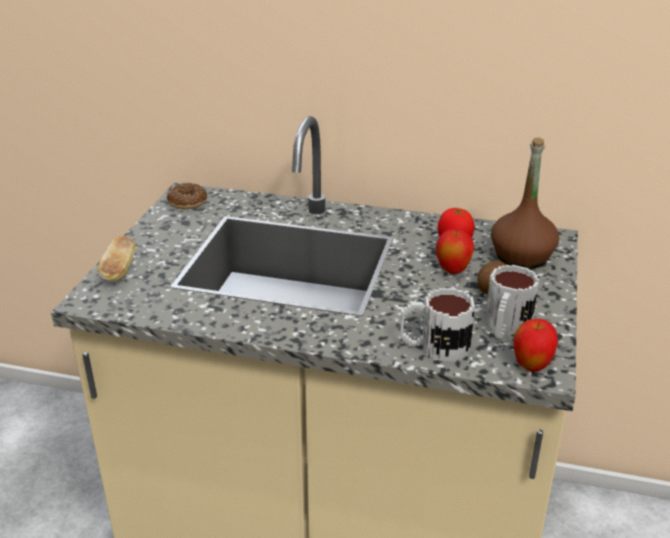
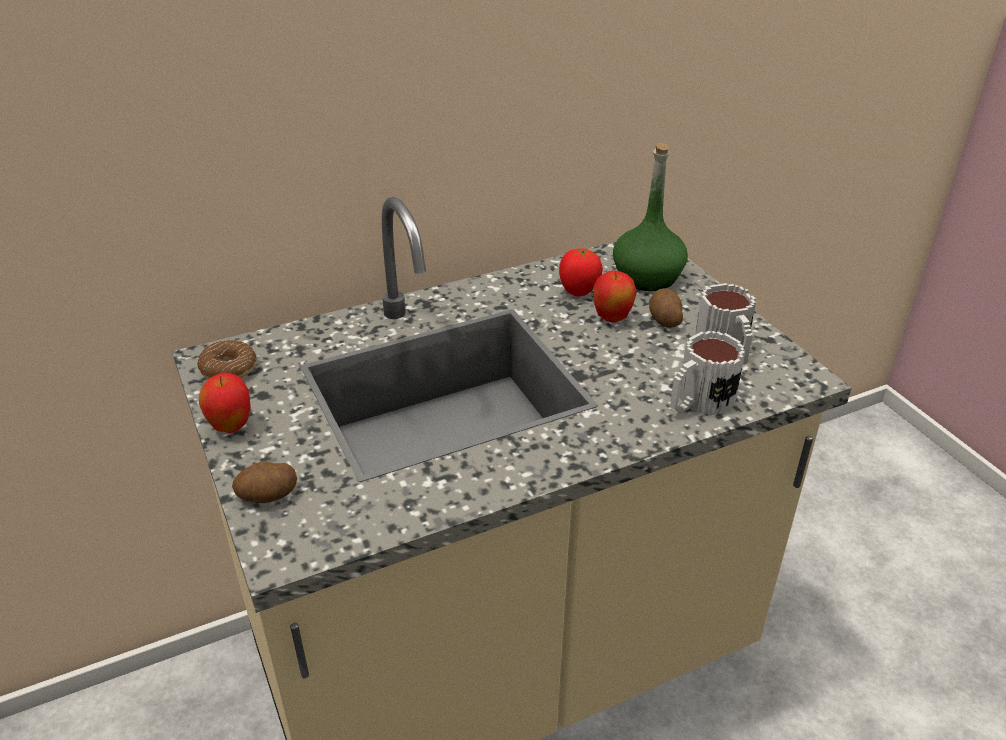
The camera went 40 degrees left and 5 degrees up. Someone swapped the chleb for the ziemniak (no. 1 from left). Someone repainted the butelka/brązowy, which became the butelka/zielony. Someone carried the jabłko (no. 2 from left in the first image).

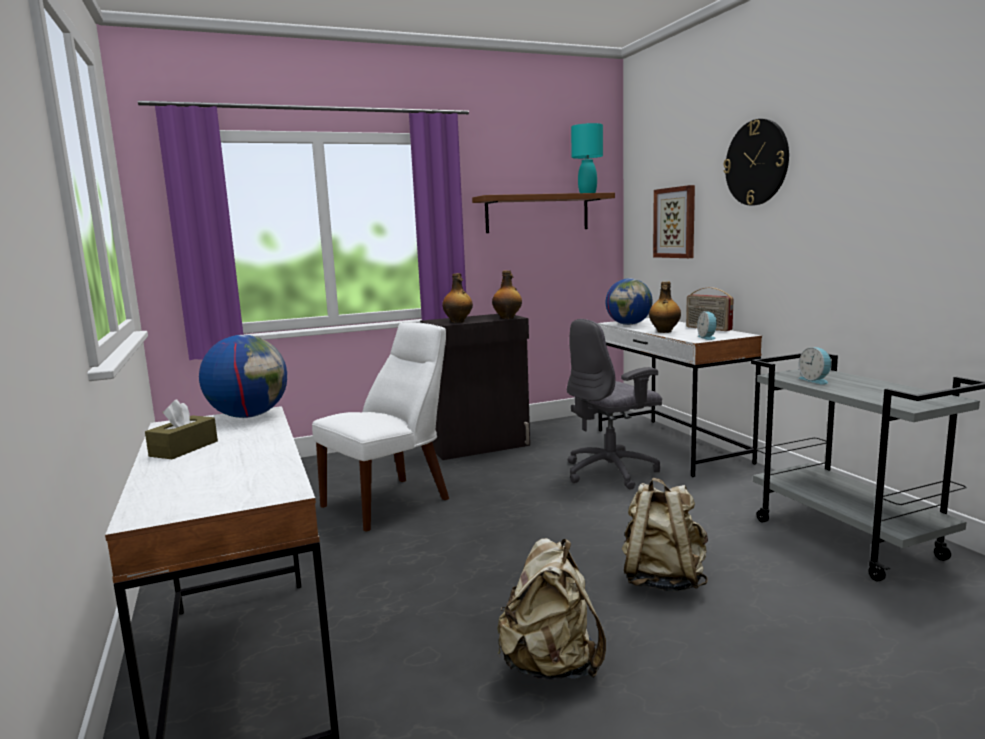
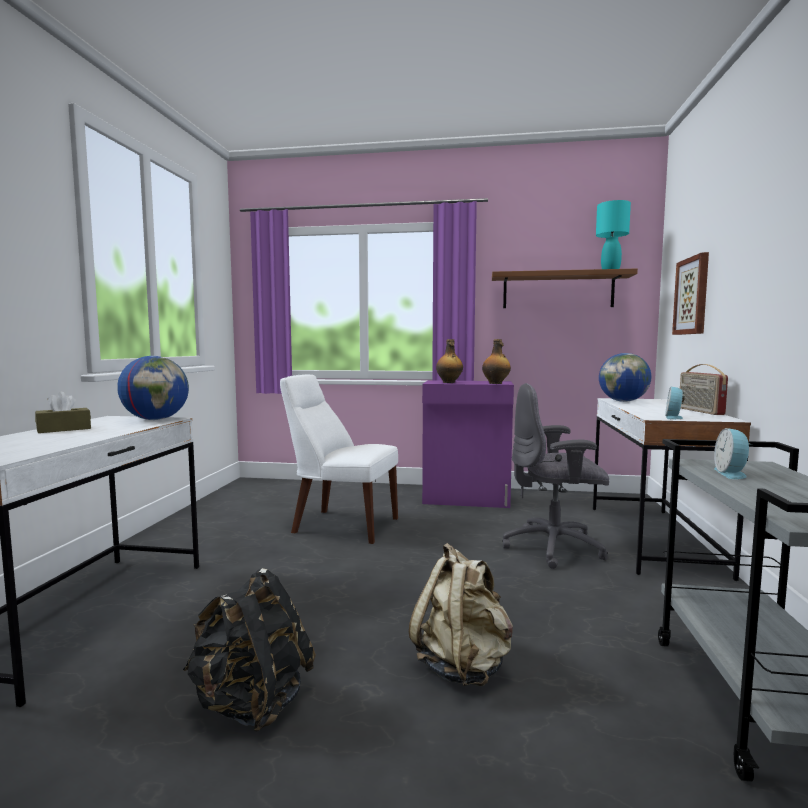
The camera went 30 degrees right and 5 degrees down. Someone rotated the krzesło/biały by 150 degrees counterclockwise. Someone repainted the szafka/czarny, which became the szafka/fioletowy. Someone repainted the plecak/beżowy (no. 1 from left), which became the plecak/czarny. Someone took away the butelka (no. 3 from left). Someone took away the zegar ścienny.

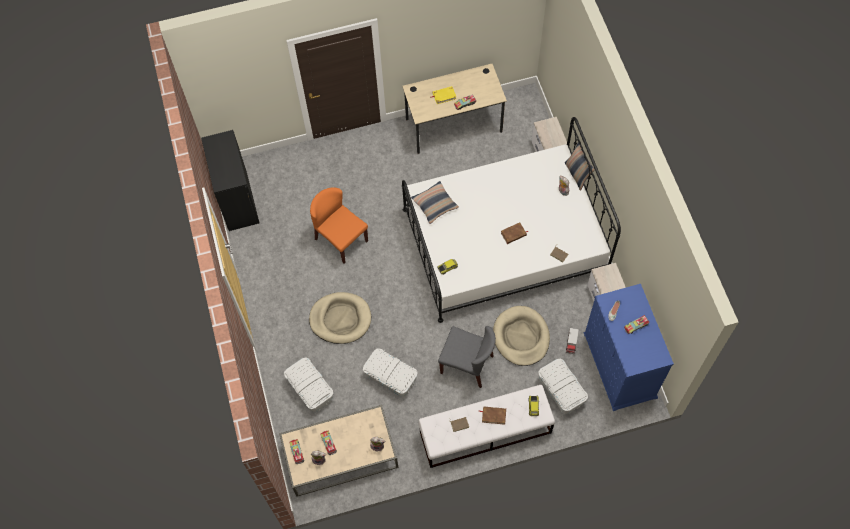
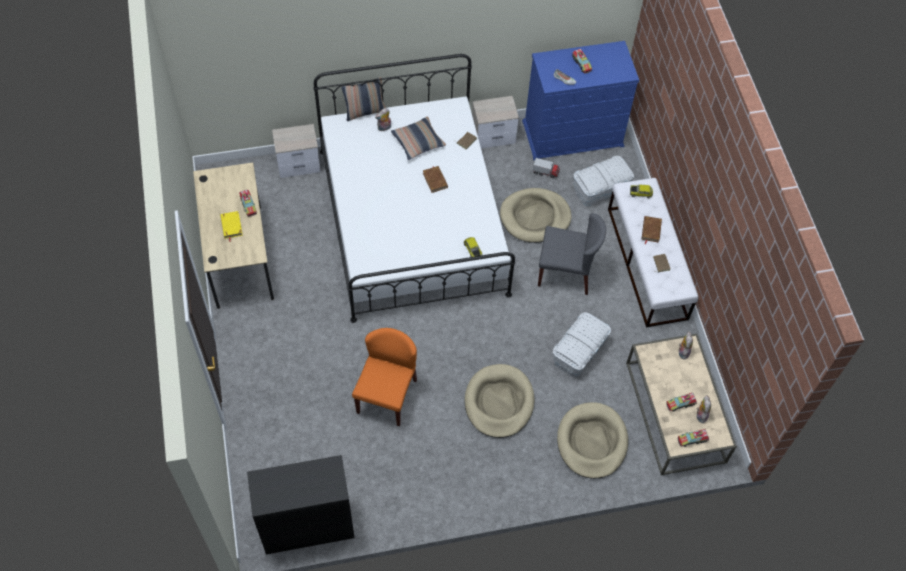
The camera went 90 degrees left and 5 degrees down. Someone swapped the pojemnik do przechowywania/biały (no. 1 from left) for the legowisko/beżowy (no. 3 from left). Someone rotated the krzesło/pomarańczowy by 150 degrees clockwise. Someone carried the poduszka (no. 1 from left in the first image). Someone rotated the krzesło/szary by 75 degrees clockwise.

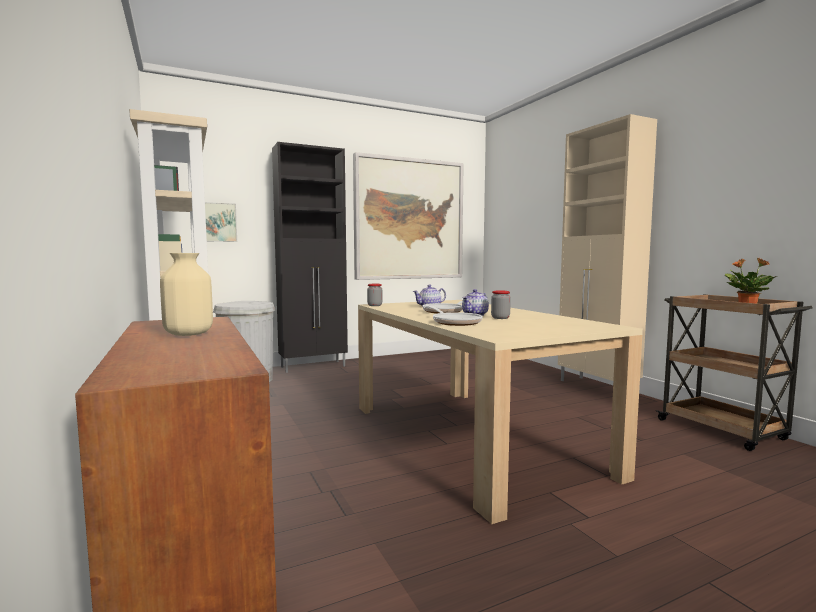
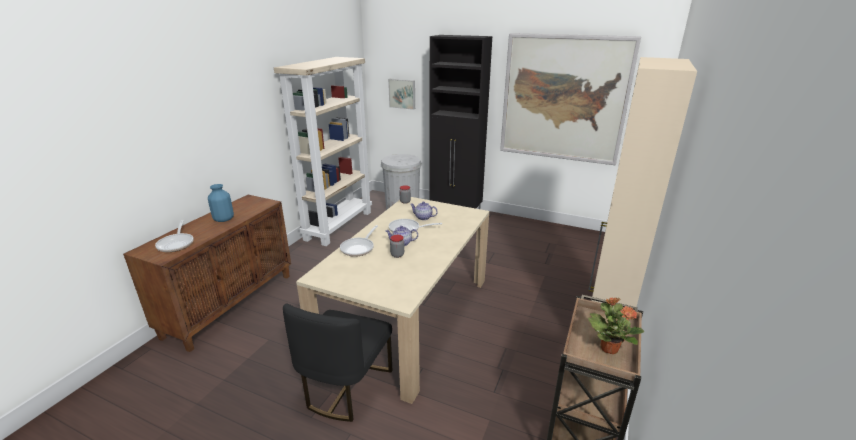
The camera went 50 degrees right and 20 degrees up. Someone repainted the wazon/beżowy, which became the wazon/niebieski. Someone put down the patelnia (no. 1 from left). Someone put down the krzesło/czarny.

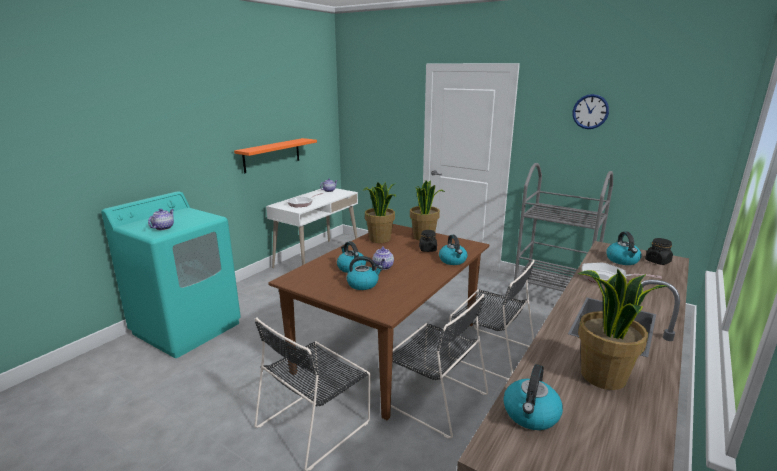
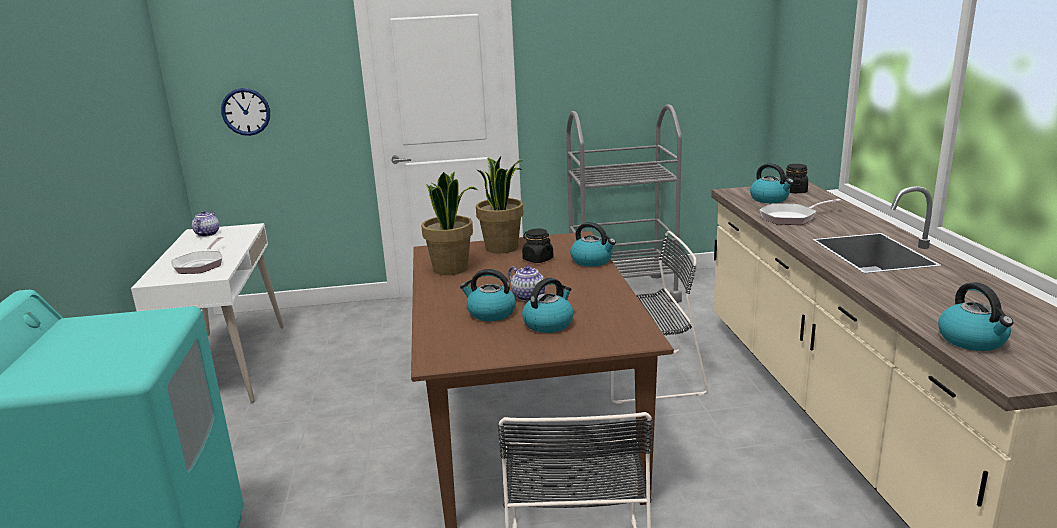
The camera went 40 degrees left and 0 degrees up. Someone took away the imbryk (no. 1 from left). Someone took away the półka/pomarańczowy. Someone took away the krzesło/czarny (no. 2 from left). Someone carried the zegar ścienny. Someone took away the roślina doniczkowa (no. 3 from left).

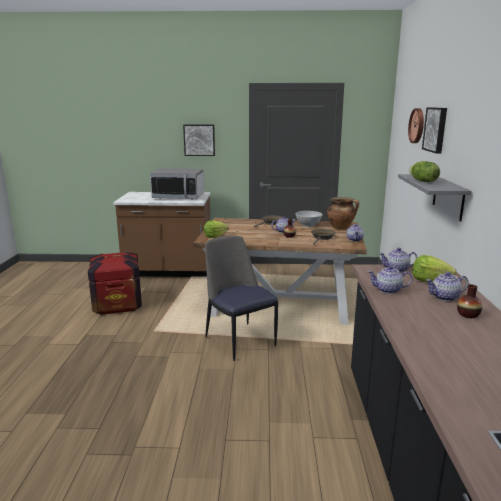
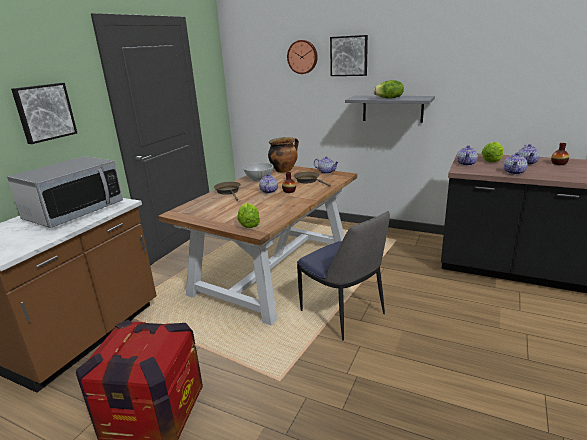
The camera went 65 degrees left and 5 degrees up. Someone rotated the krzesło by 120 degrees counterclockwise.

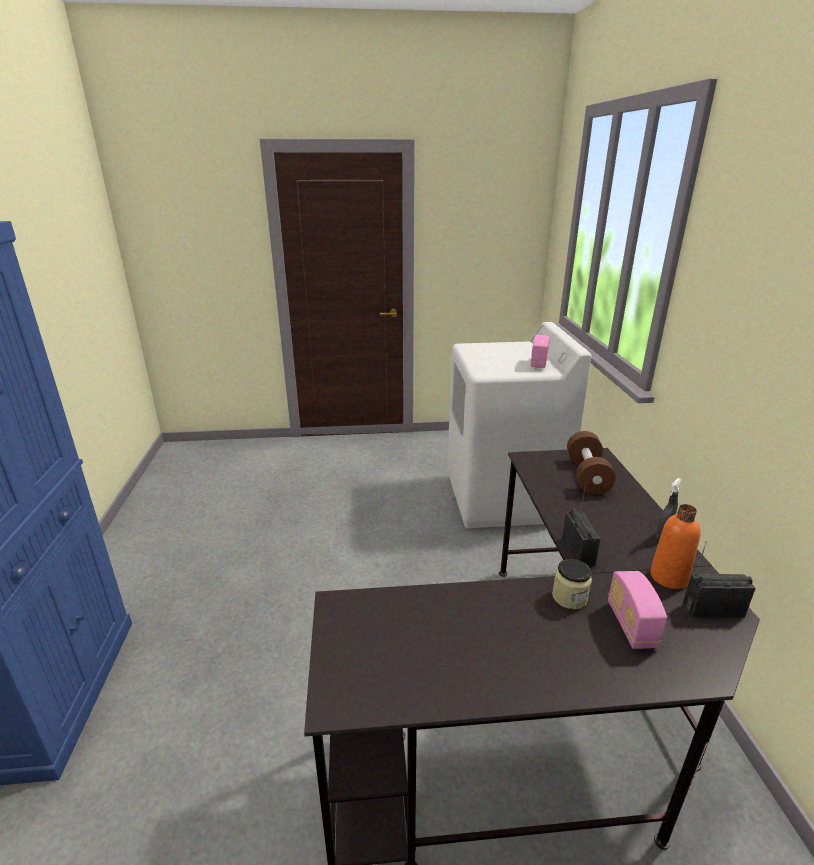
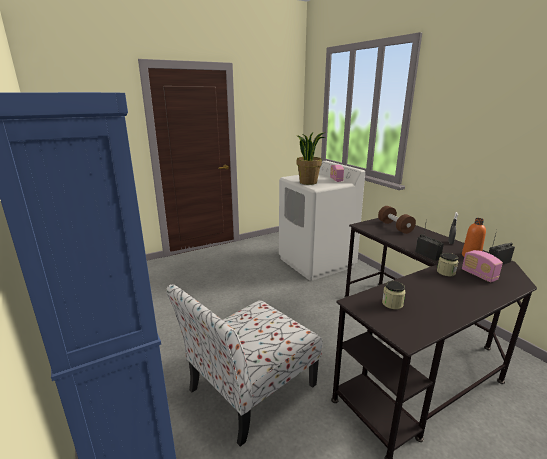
The camera went 25 degrees left and 5 degrees down. Someone put down the krzesło. Someone put down the roślina doniczkowa. Someone put down the słoik (no. 1 from left).

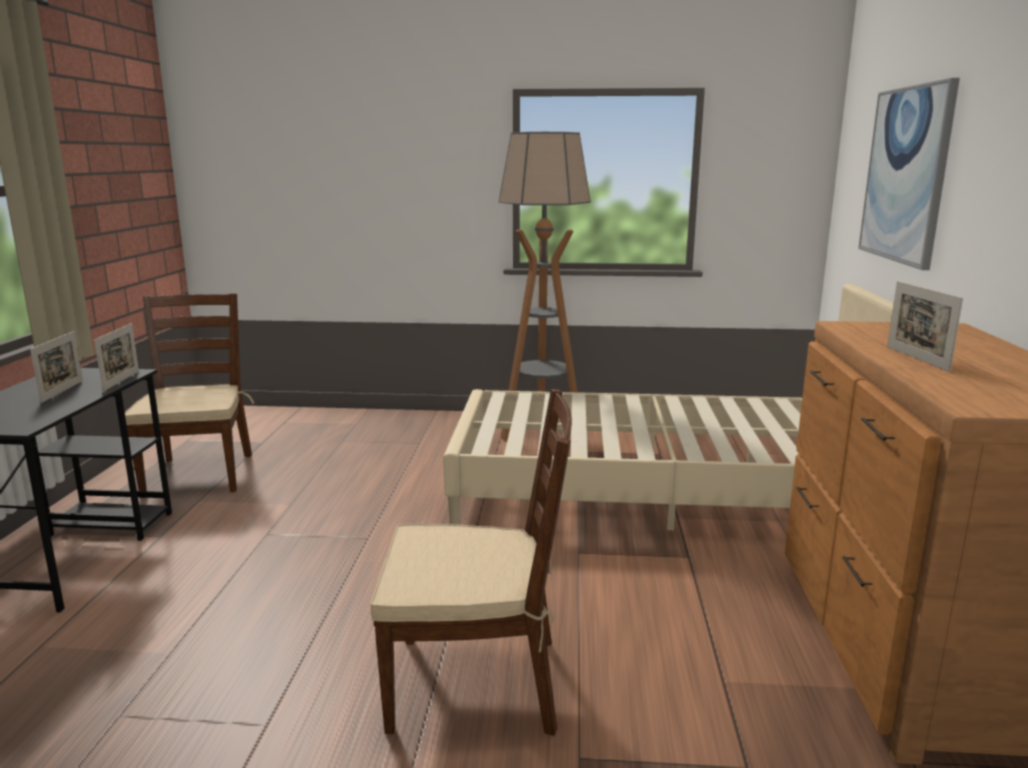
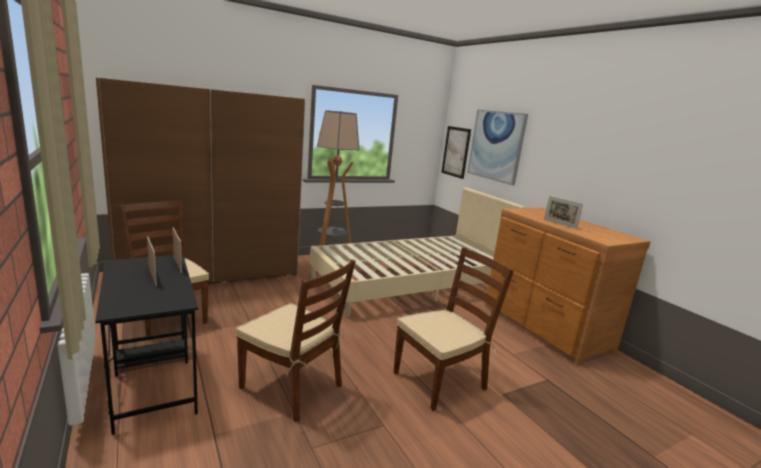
The camera went 35 degrees left and 0 degrees up. Someone put down the szafa/brązowy. Someone put down the krzesło/brązowy (no. 2 from left). Someone put up the obraz (no. 1 from left).

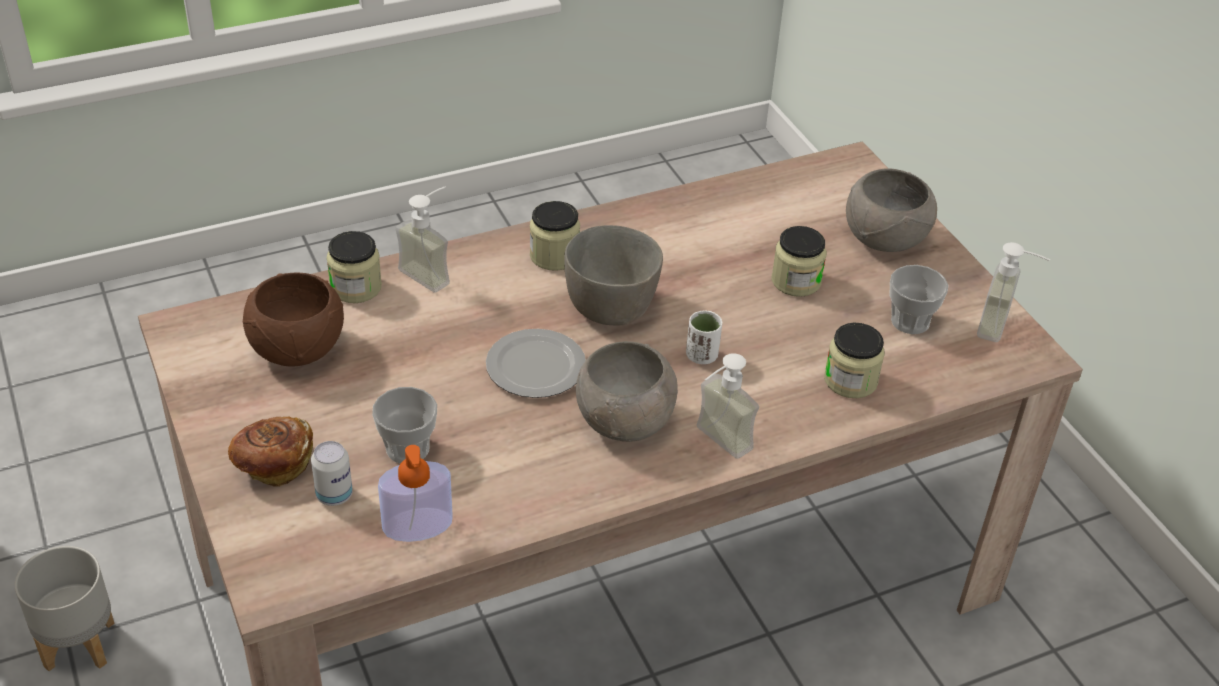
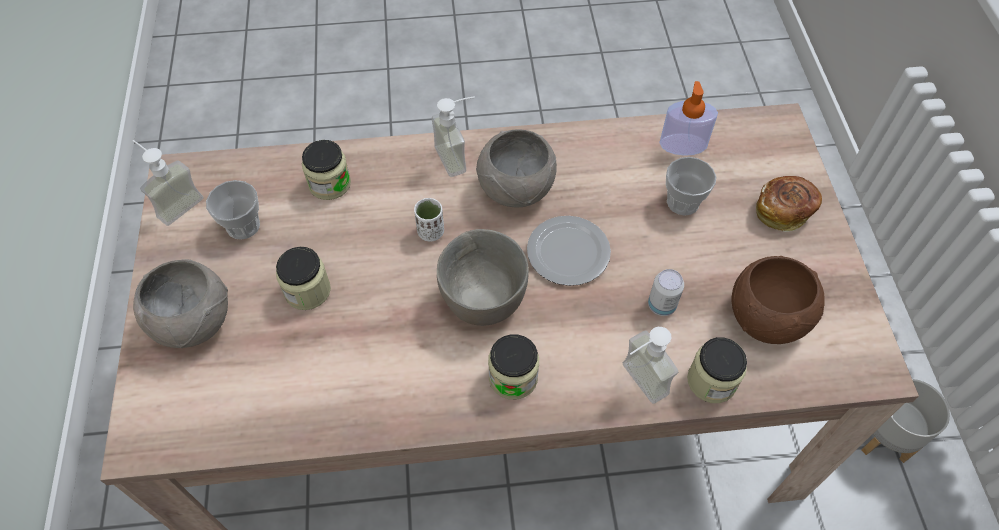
The camera went 160 degrees left and 15 degrees up. Someone carried the puszka.

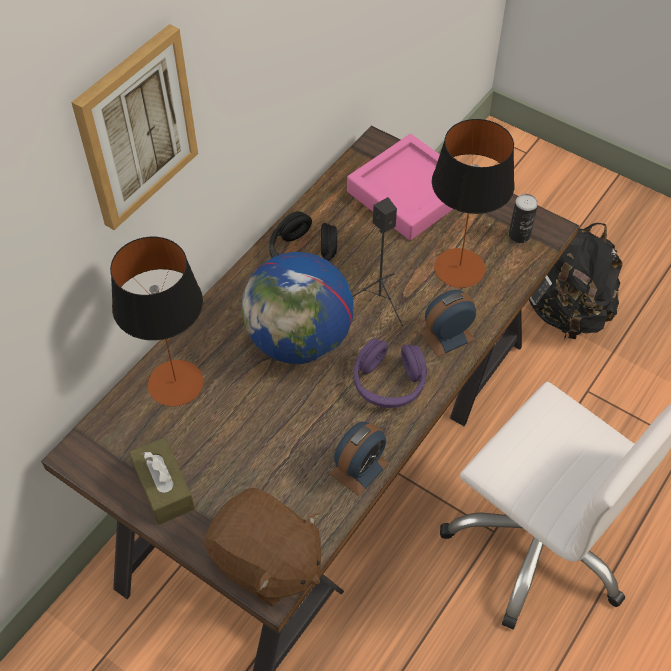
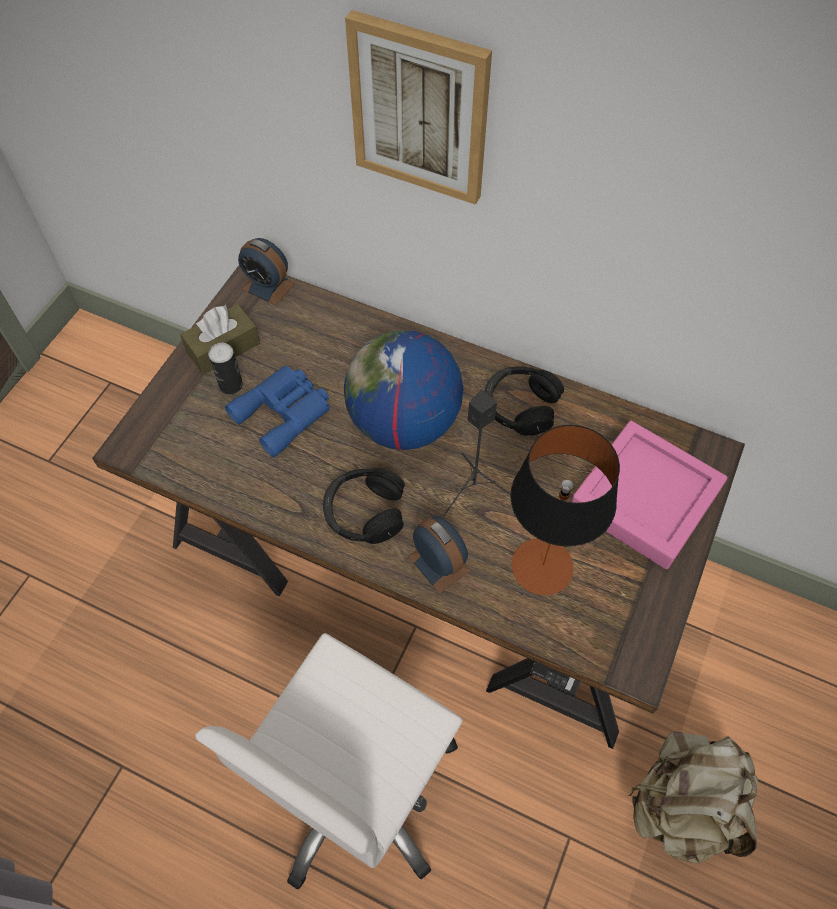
The camera went 80 degrees right and 5 degrees up. Someone took away the lampa stołowa (no. 1 from left). Someone took away the pluszak/brązowy. Someone carried the budzik (no. 1 from left). Someone repainted the słuchawki/fioletowy, which became the słuchawki/czarny (no. 1 from left). Someone carried the puszka. Someone repainted the plecak/czarny, which became the plecak/beżowy. Someone put down the lornetka/niebieski.

